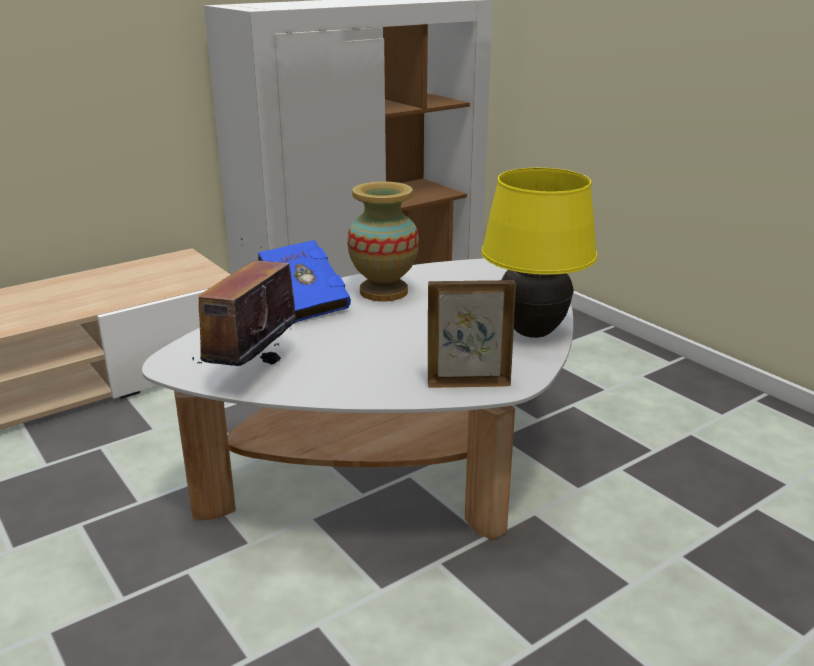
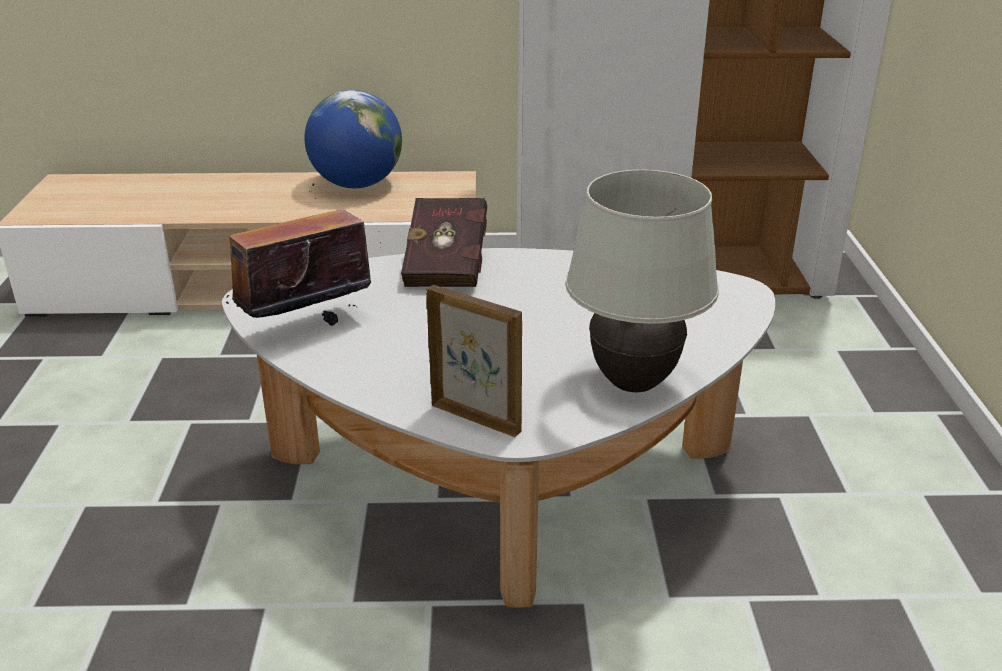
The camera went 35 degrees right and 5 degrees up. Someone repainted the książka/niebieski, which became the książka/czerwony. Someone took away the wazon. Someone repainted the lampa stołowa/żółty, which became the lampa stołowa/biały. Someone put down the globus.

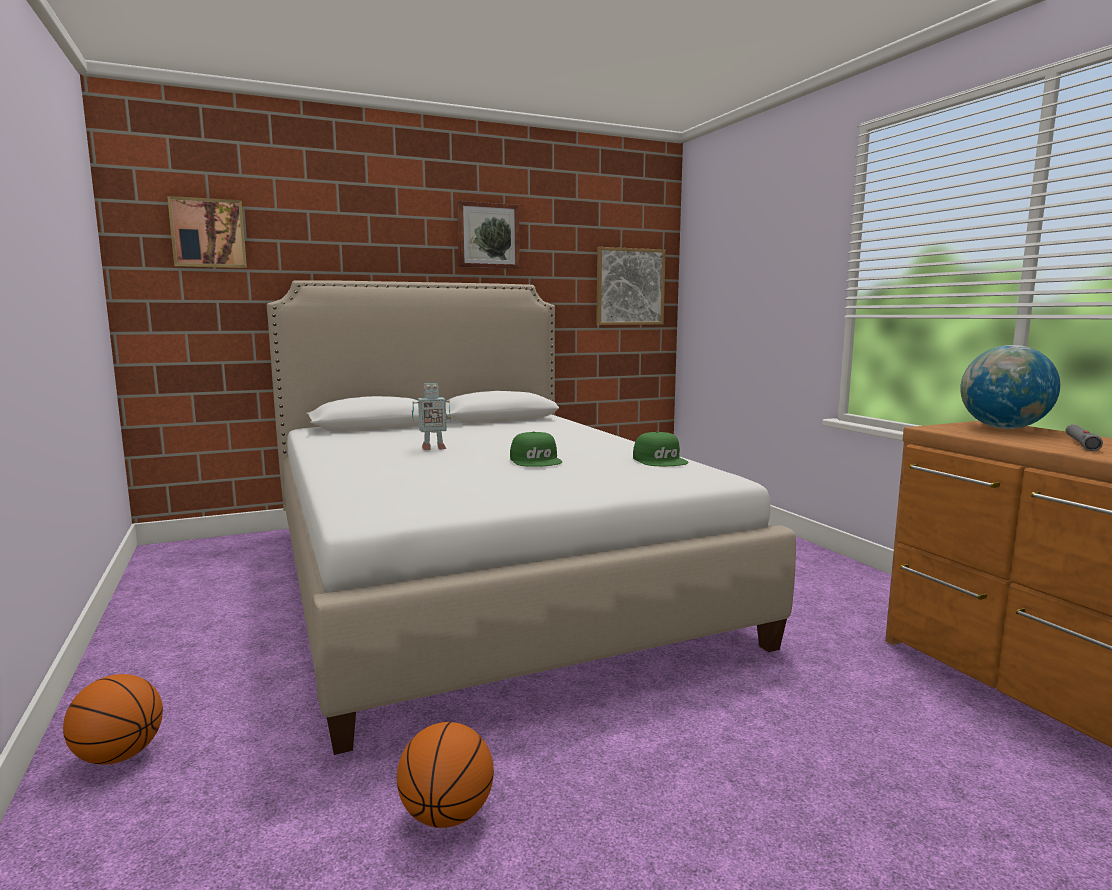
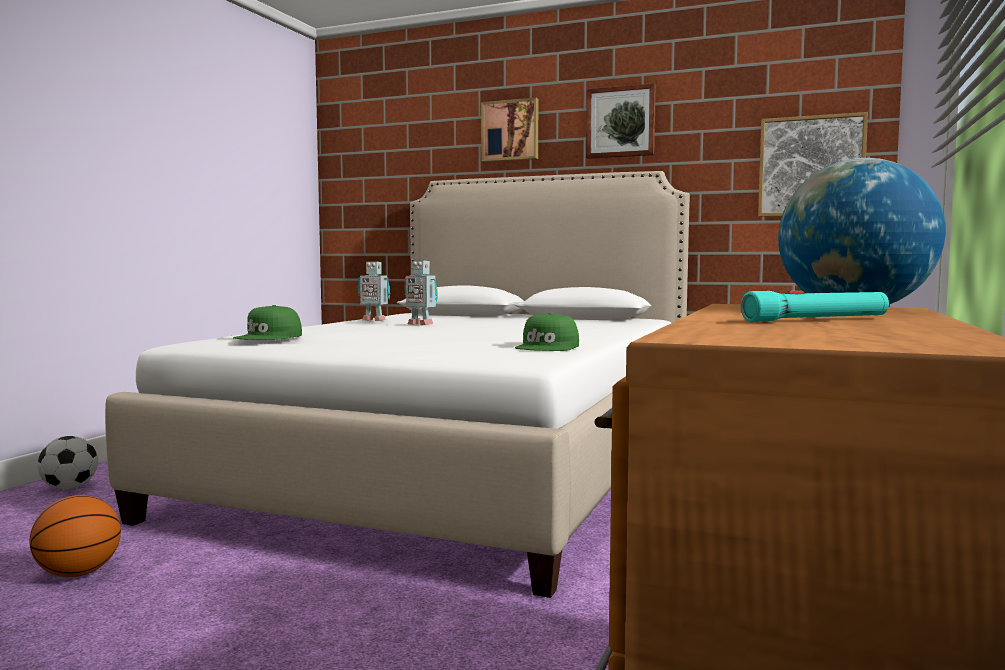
The camera went 45 degrees right and 5 degrees down. Someone swapped the piłka do koszykówki (no. 1 from left) for the piłka futbolowa. Someone carried the obraz (no. 1 from left). Someone carried the czapka z daszkiem/zielony (no. 1 from left). Someone repainted the latarka/szary, which became the latarka/turkusowy. Someone put down the robot zabawkowy (no. 1 from left).

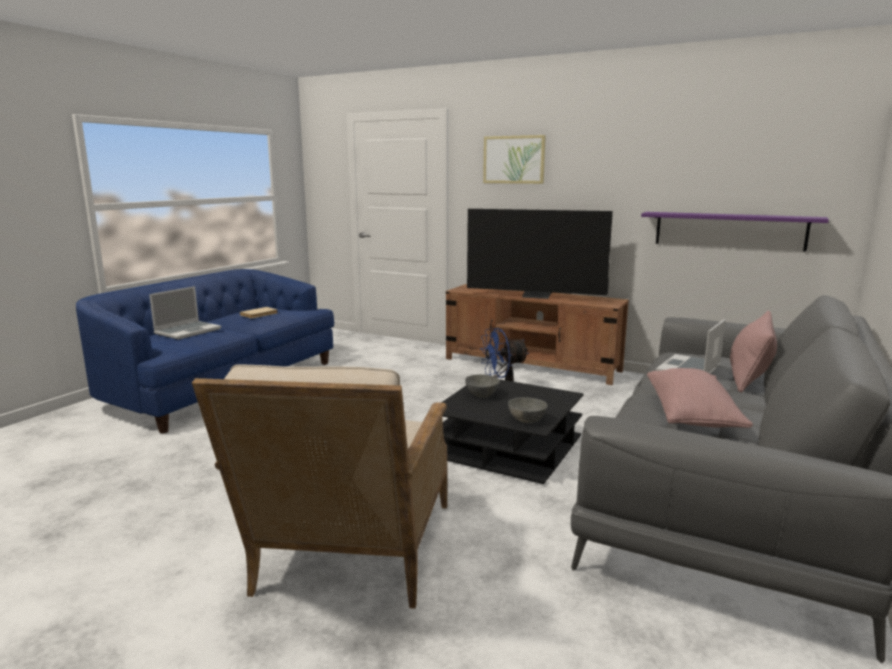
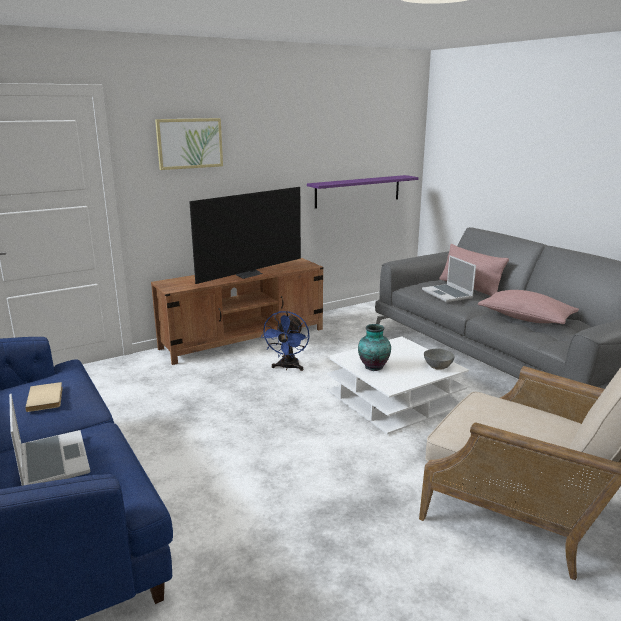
The camera went 60 degrees left and 5 degrees up. Someone repainted the ława/czarny, which became the ława/biały. Someone swapped the miska/szary (no. 1 from left) for the wazon.

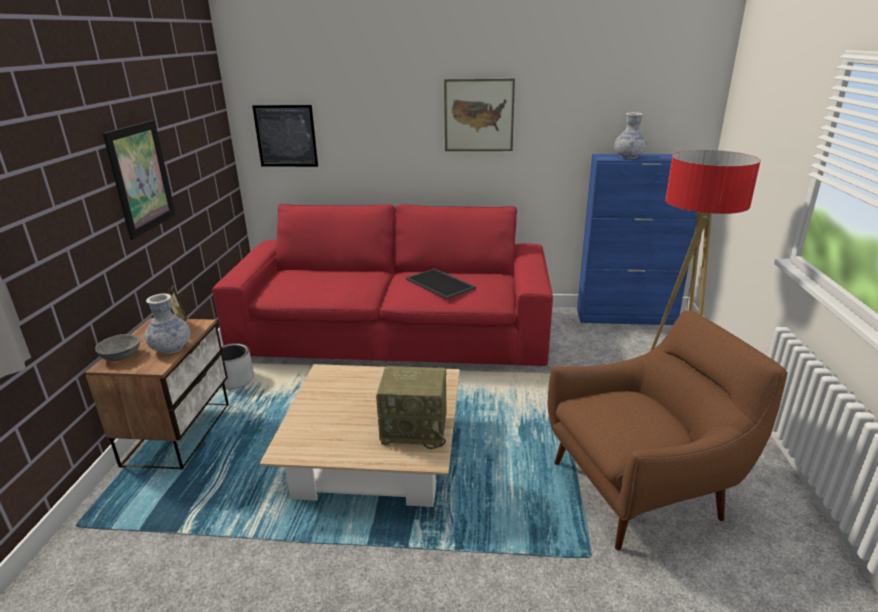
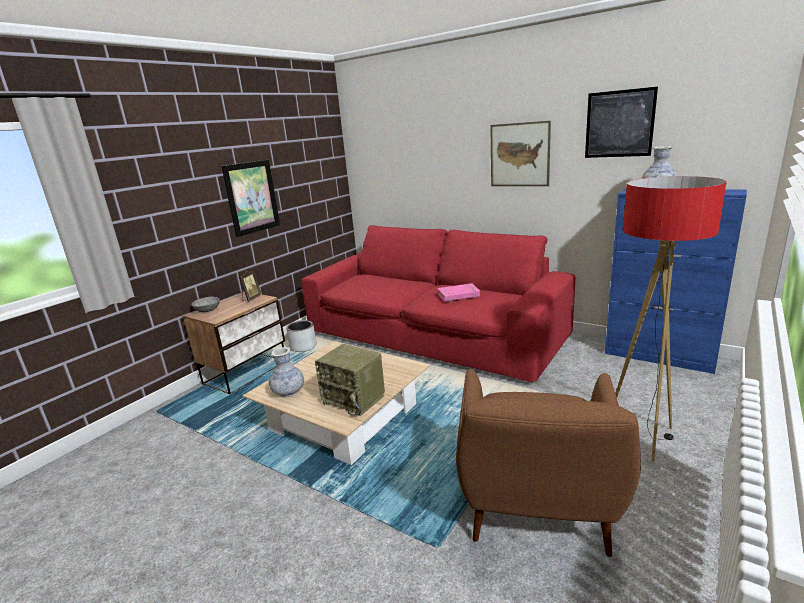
The camera went 30 degrees right and 5 degrees down. Someone carried the wazon (no. 1 from left). Someone carried the obraz (no. 2 from left in the first image). Someone swapped the taca for the książka/różowy. Someone rotated the fotel/brązowy by 90 degrees clockwise.

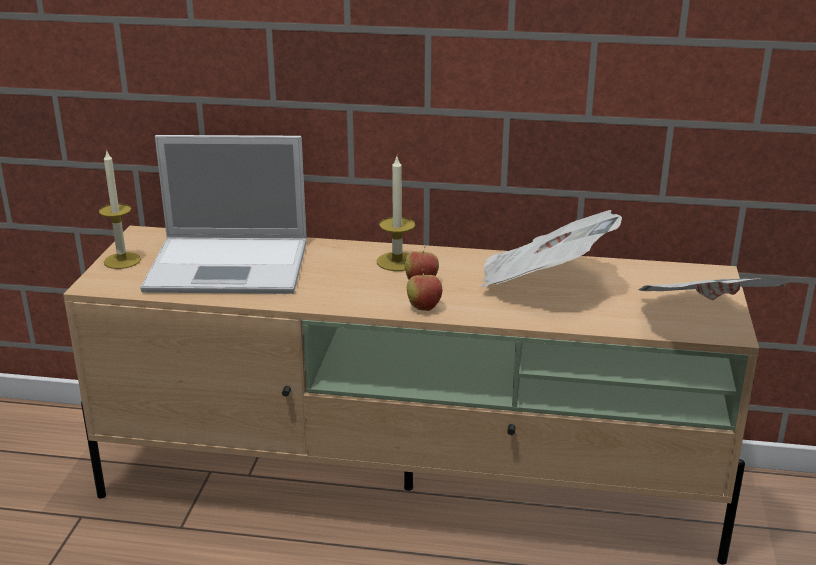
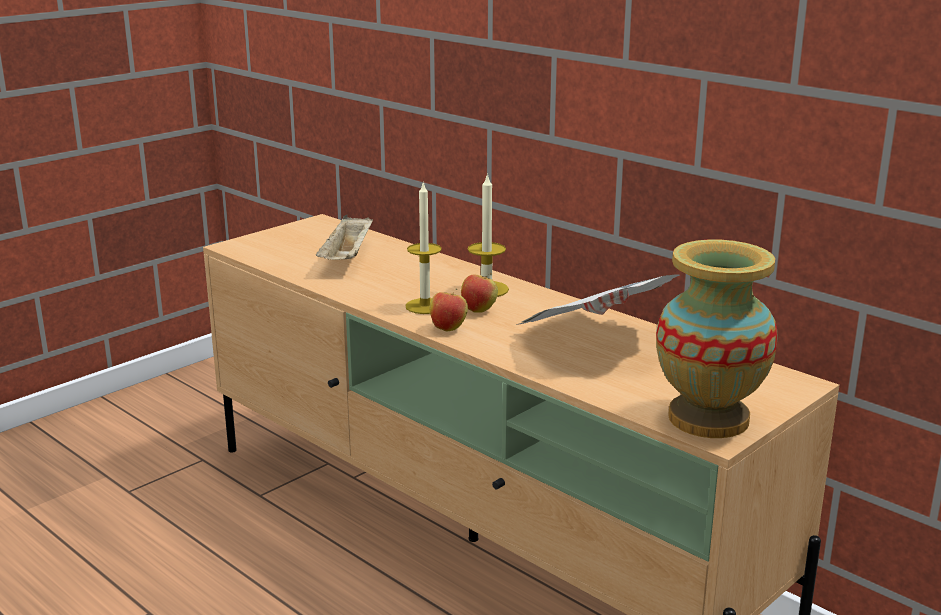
The camera went 35 degrees right and 5 degrees down. Someone carried the świeca (no. 1 from left). Someone swapped the laptop for the taca/beżowy. Someone swapped the gazeta (no. 2 from left) for the wazon.

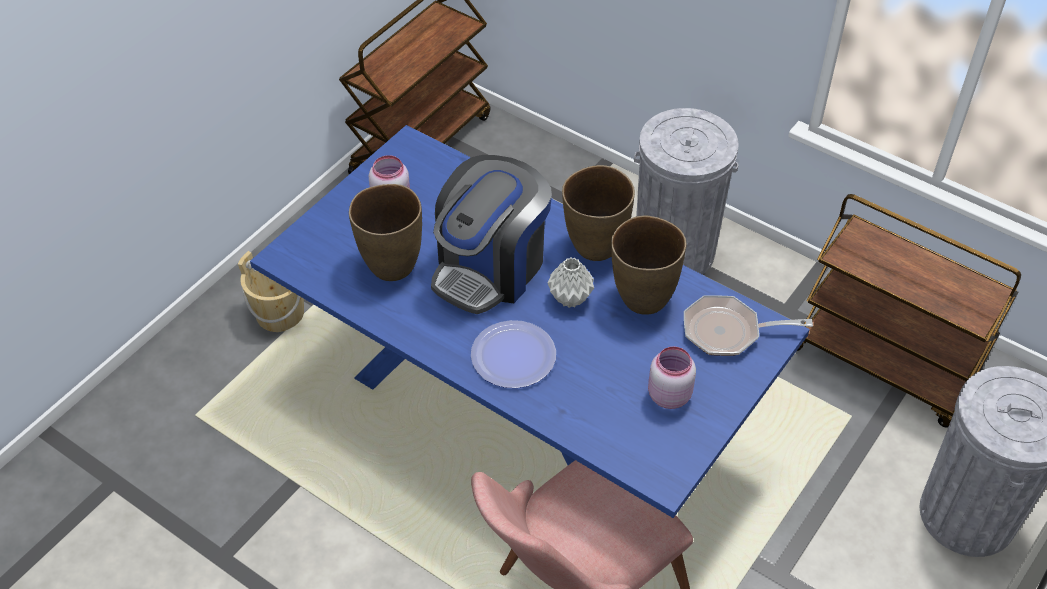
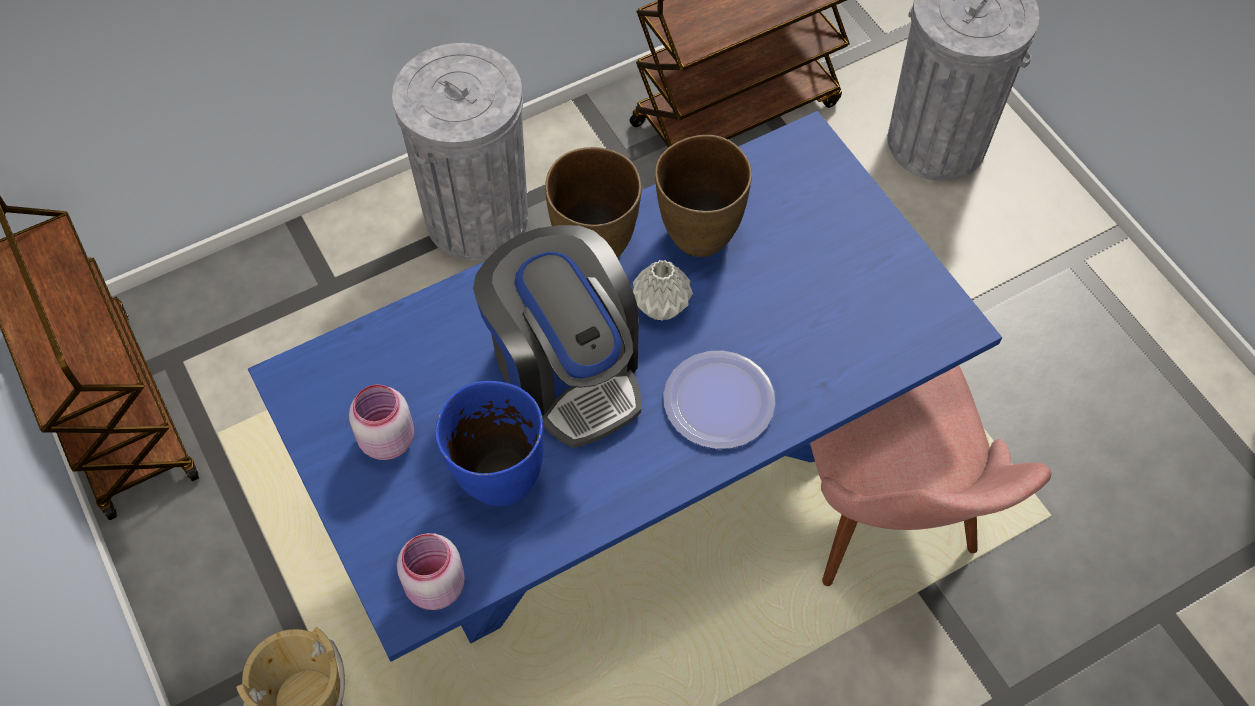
The camera went 65 degrees left and 10 degrees up. Someone repainted the wazon/brązowy (no. 1 from left), which became the wazon/niebieski. Someone carried the słoik/różowy (no. 2 from left). Someone took away the patelnia.

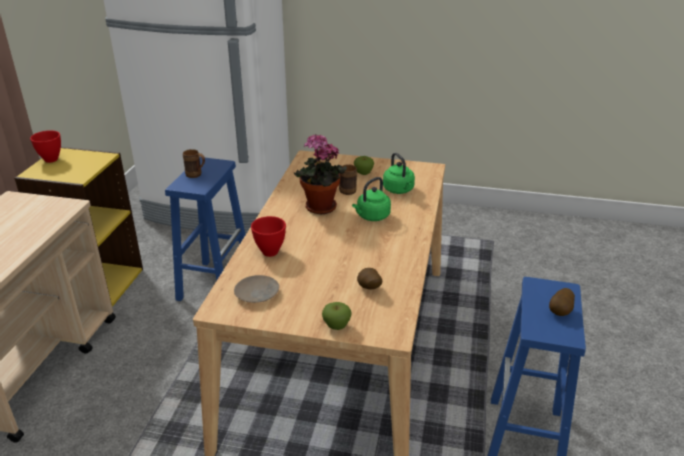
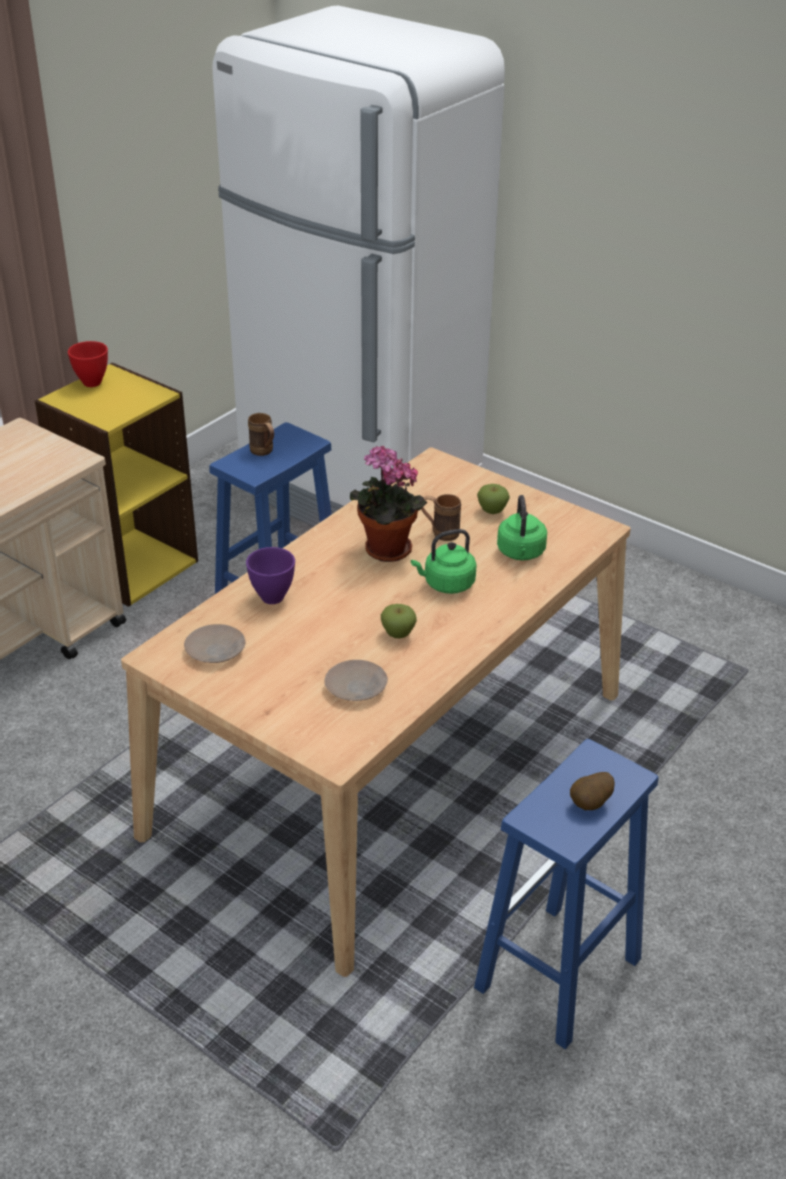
The camera went 25 degrees right and 5 degrees up. Someone repainted the miska/czerwony (no. 2 from left), which became the miska/fioletowy. Someone carried the jabłko (no. 1 from left). Someone swapped the ziemniak (no. 1 from left) for the talerz/beżowy (no. 2 from left).

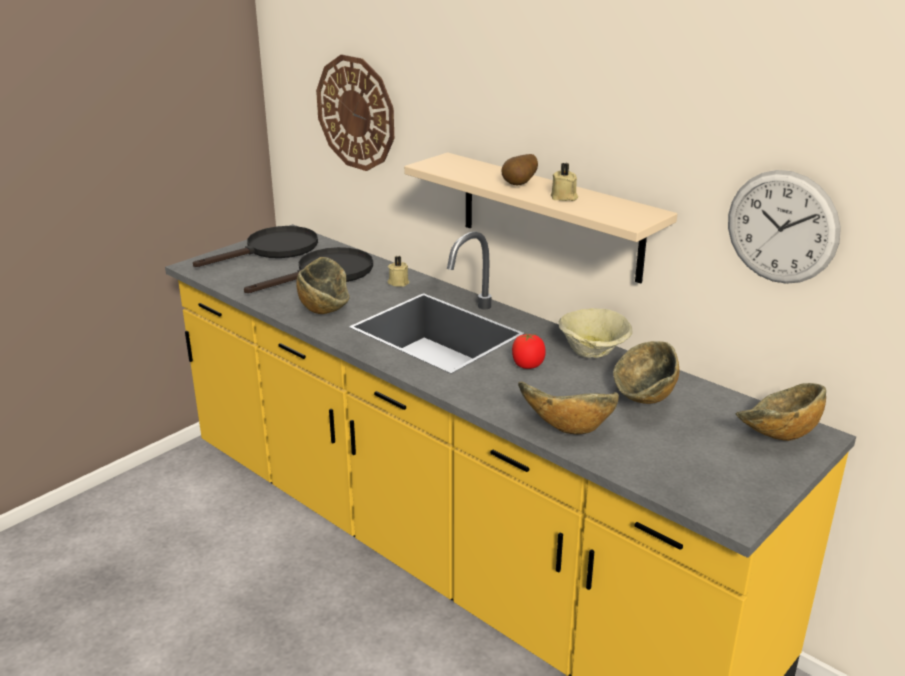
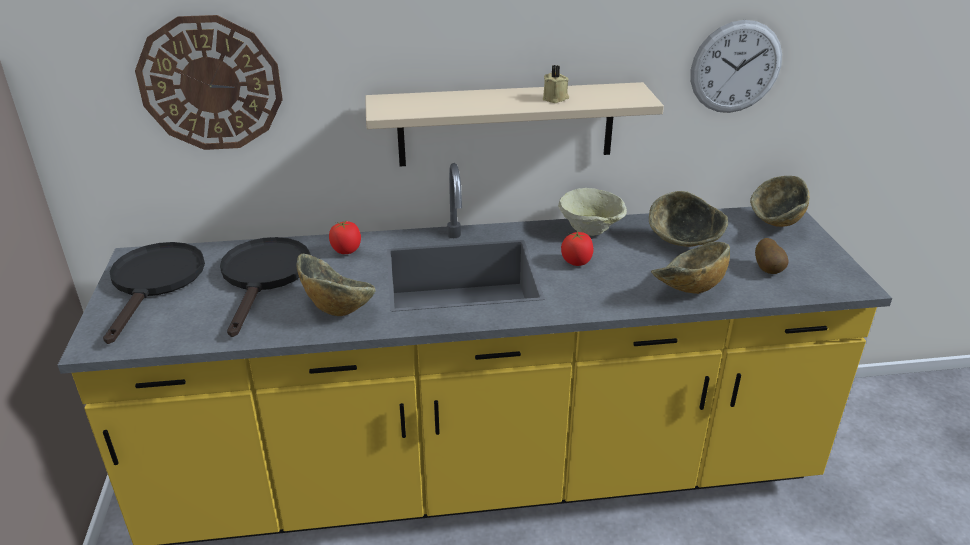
The camera went 50 degrees left and 5 degrees up. Someone swapped the świeca/beżowy (no. 1 from left) for the pomidor (no. 1 from left). Someone carried the ziemniak.

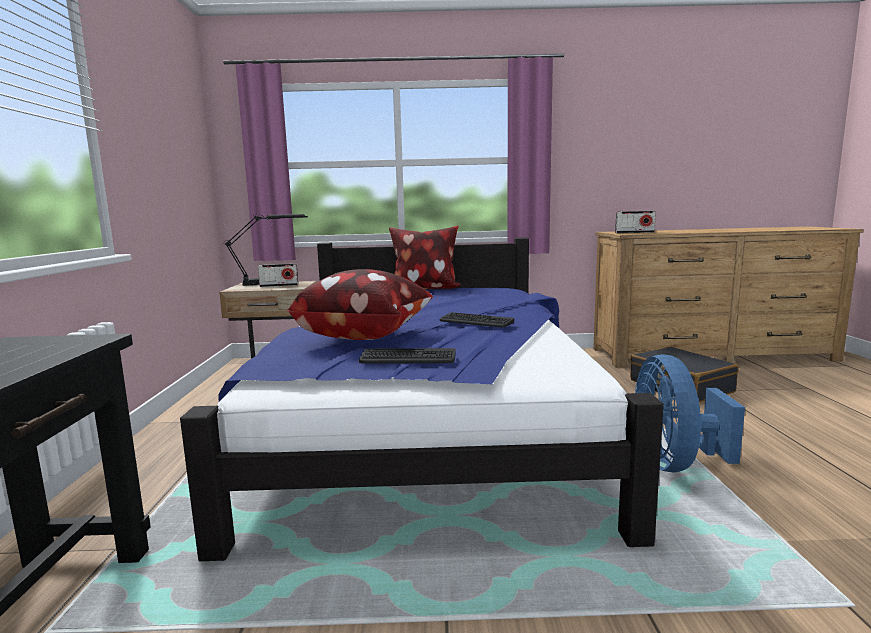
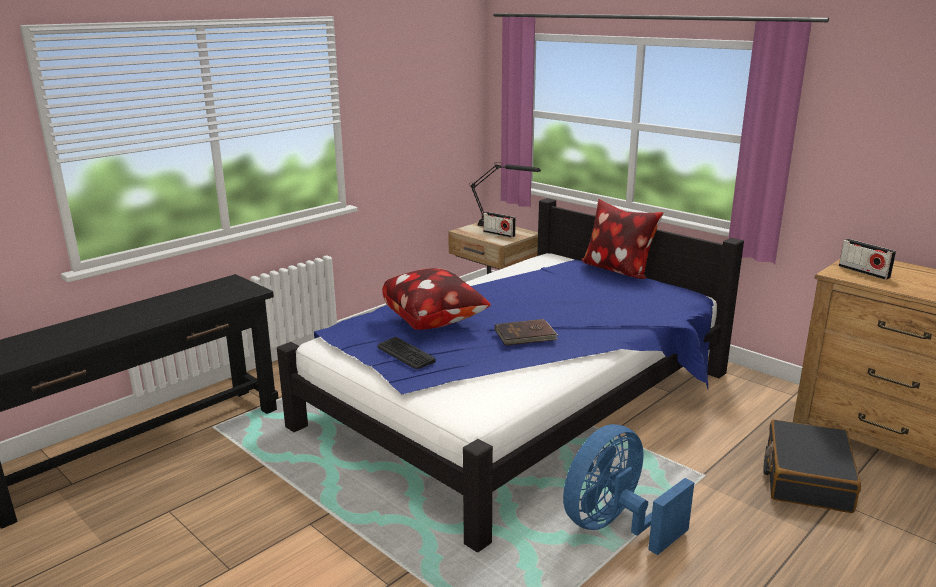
The camera went 45 degrees right and 10 degrees up. Someone swapped the klawiatura (no. 2 from left) for the książka/brązowy.

